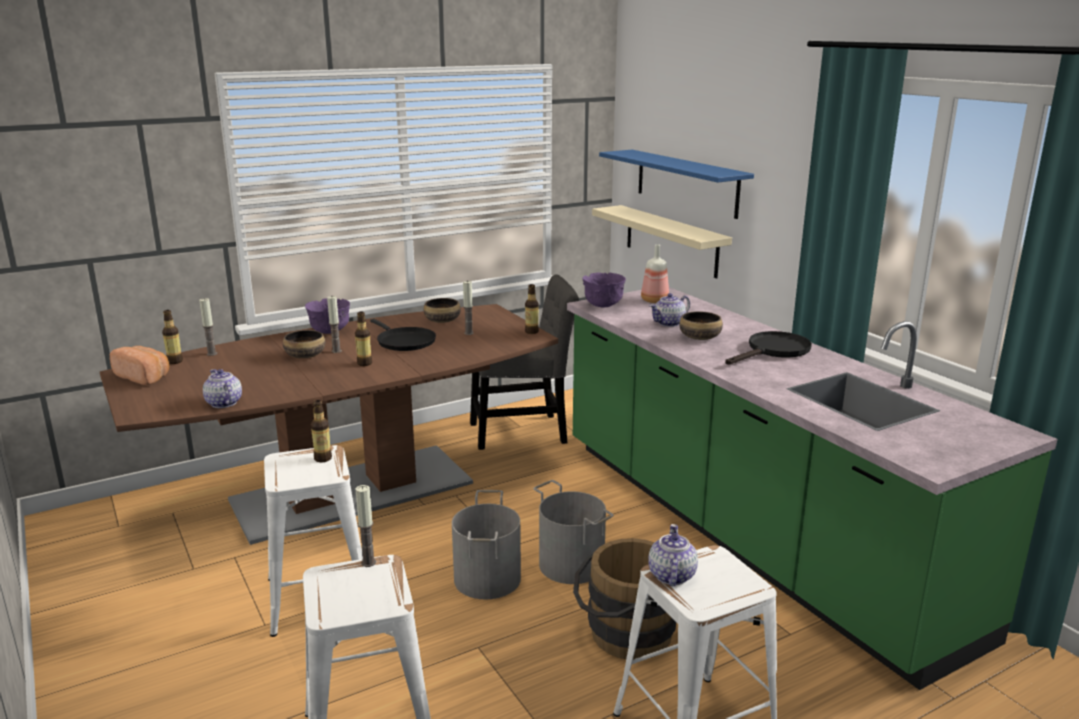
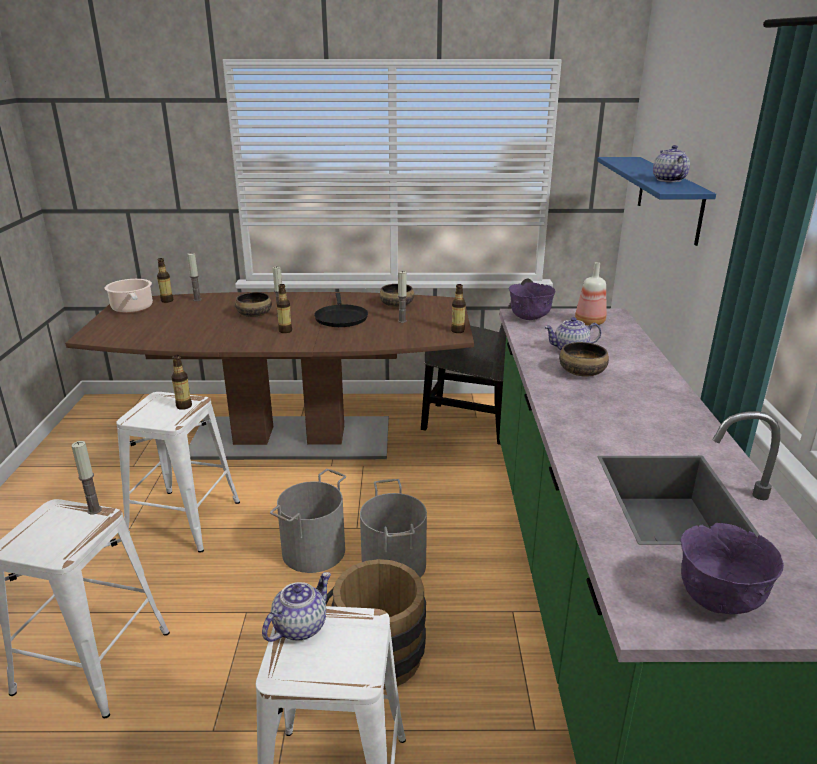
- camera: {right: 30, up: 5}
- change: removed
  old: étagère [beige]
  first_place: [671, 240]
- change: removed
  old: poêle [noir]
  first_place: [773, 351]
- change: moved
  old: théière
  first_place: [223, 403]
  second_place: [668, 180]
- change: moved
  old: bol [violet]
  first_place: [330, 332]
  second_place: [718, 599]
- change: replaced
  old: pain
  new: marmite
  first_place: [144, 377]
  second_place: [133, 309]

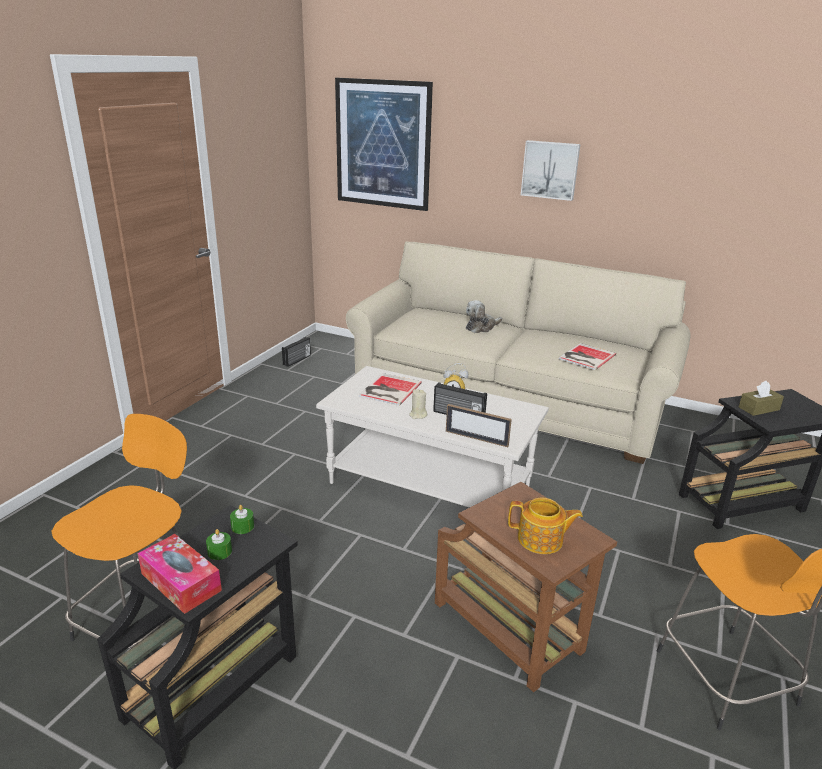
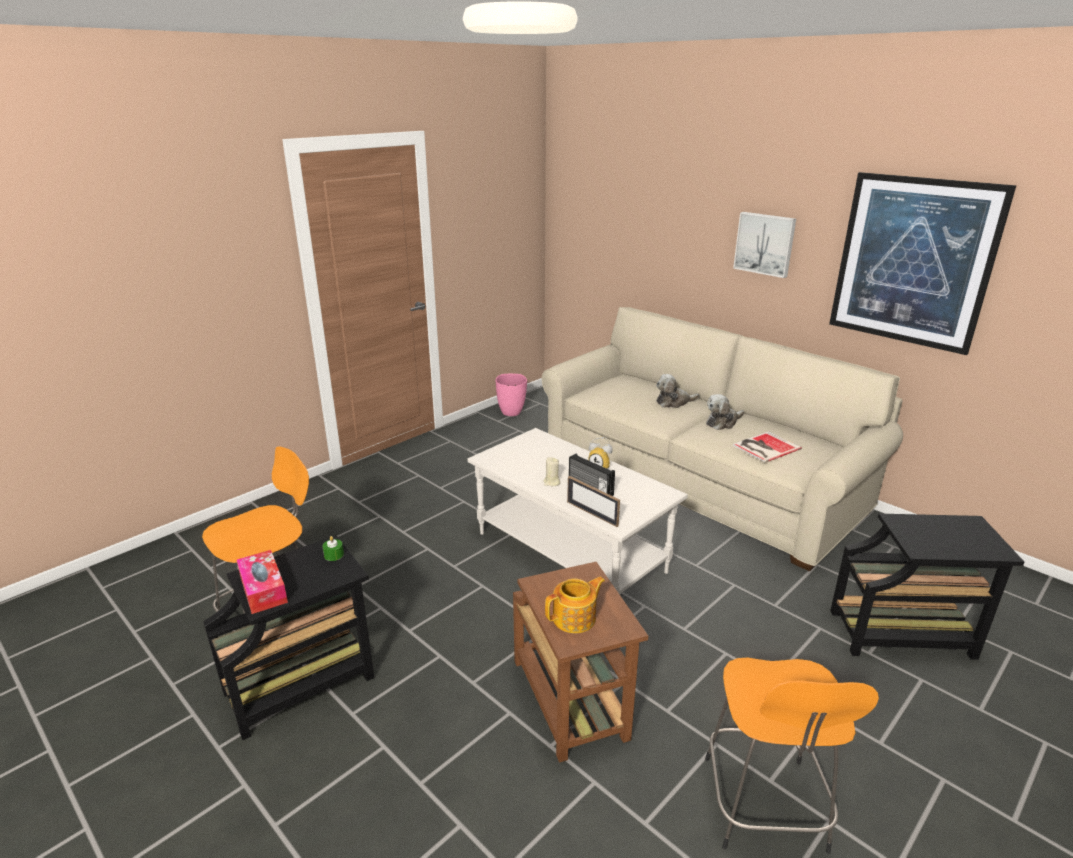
- camera: {right: 20, up: 0}
- change: removed
  old: bougie [vert]
  first_place: [219, 552]
- change: removed
  old: livre
  first_place: [388, 390]
- change: removed
  old: boîte à mouchoirs [marron]
  first_place: [759, 408]
- change: added
  new: peluche
  second_place: [722, 422]
- change: moved
  old: tableau
  first_place: [383, 144]
  second_place: [913, 262]
- change: replaced
  old: radio
  new: vase [rose]
  first_place: [297, 360]
  second_place: [511, 412]
- change: turned
  old: théière
  first_place: [541, 540]
  second_place: [575, 618]
  degrees: -60

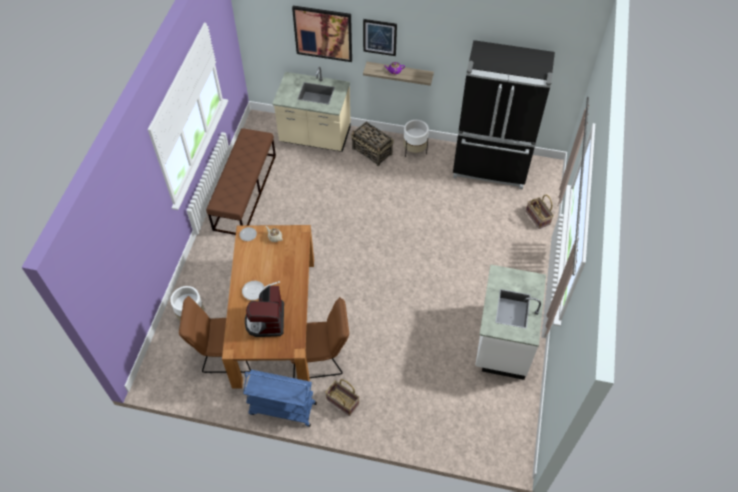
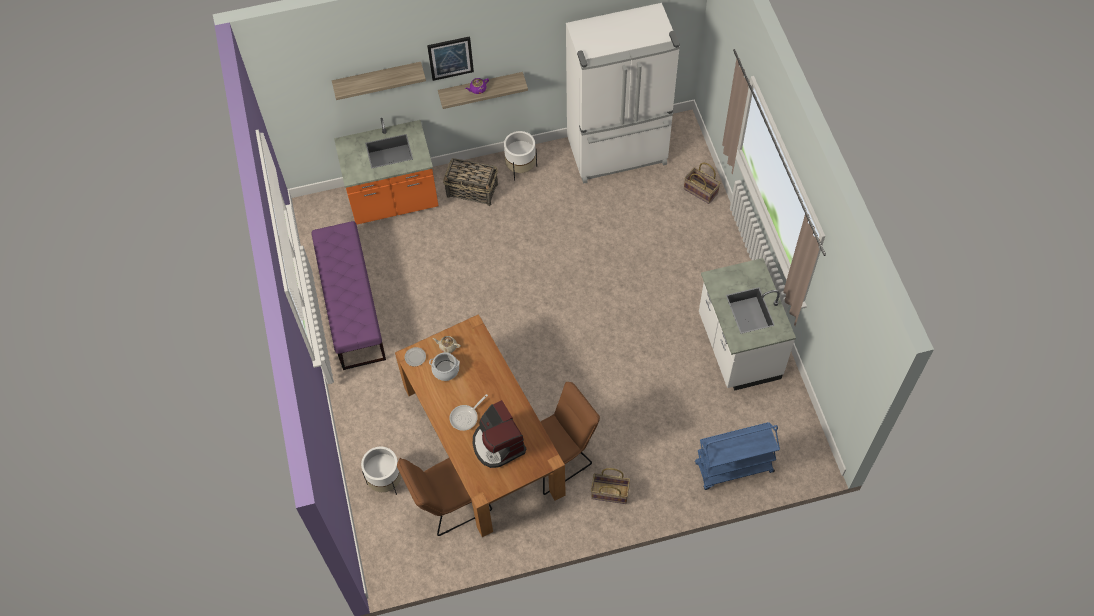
- camera: {right: -25, up: 5}
- change: added
  new: marmite
  second_place: [445, 370]
- change: moved
  old: chariot [bleu]
  first_place: [282, 409]
  second_place: [733, 468]
- change: replaced
  old: tableau
  new: étagère
  first_place: [323, 33]
  second_place: [378, 78]
- change: recoloured
  old: banc [marron]
  new: banc [violet]
  first_place: [245, 191]
  second_place: [352, 305]
- change: recoloured
  old: comptoir de cuisine [beige]
  new: comptoir de cuisine [orange]
  first_place: [315, 137]
  second_place: [393, 200]
- change: recoloured
  old: réfrigérateur [noir]
  new: réfrigérateur [blanc]
  first_place: [490, 168]
  second_place: [618, 153]

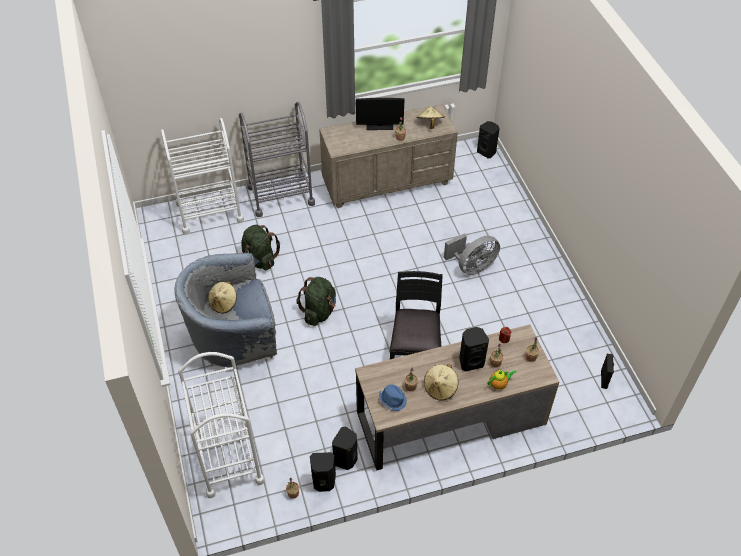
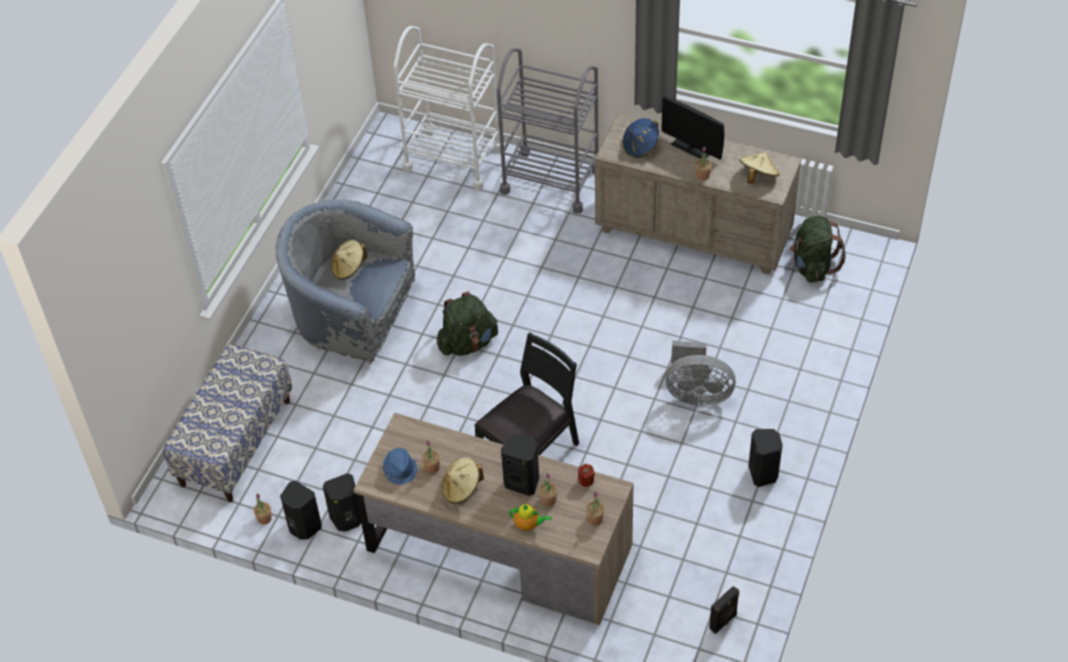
- camera: {right: 40, up: 0}
- change: added
  new: chapeau [bleu]
  second_place: [640, 147]
- change: moved
  old: sac à dos [vert]
  first_place: [260, 259]
  second_place: [813, 266]
- change: moved
  old: enceinte [noir]
  first_place: [487, 152]
  second_place: [763, 474]
- change: replaced
  old: chariot [blanc]
  new: banc
  first_place: [229, 458]
  second_place: [235, 442]

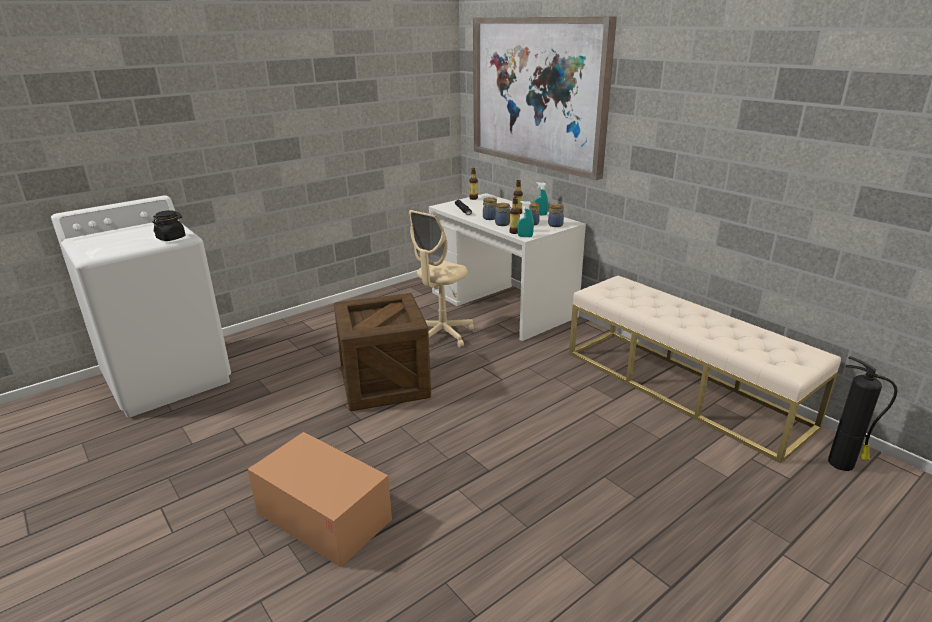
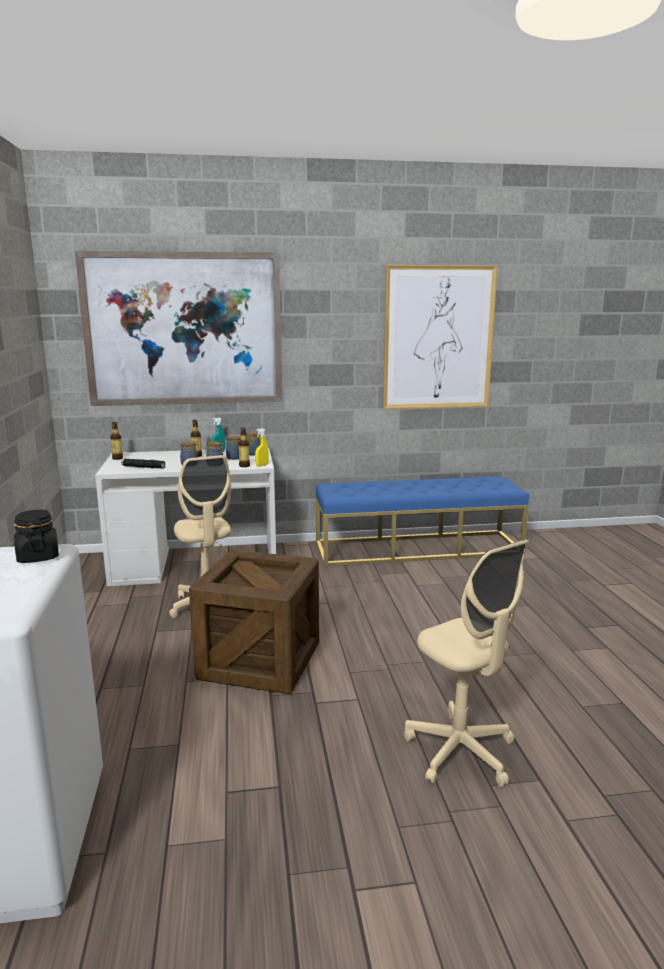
- camera: {right: -60, up: -10}
- change: removed
  old: extincteur
  first_place: [842, 464]
- change: added
  new: tableau
  second_place: [438, 338]
- change: replaced
  old: carton
  new: chaise de bureau [beige]
  first_place: [323, 516]
  second_place: [460, 752]
- change: recoloured
  old: vaporisateur [turquoise]
  new: vaporisateur [jaune]
  first_place: [525, 236]
  second_place: [262, 465]
- change: recoloured
  old: banc [beige]
  new: banc [bleu]
  first_place: [682, 387]
  second_place: [418, 548]

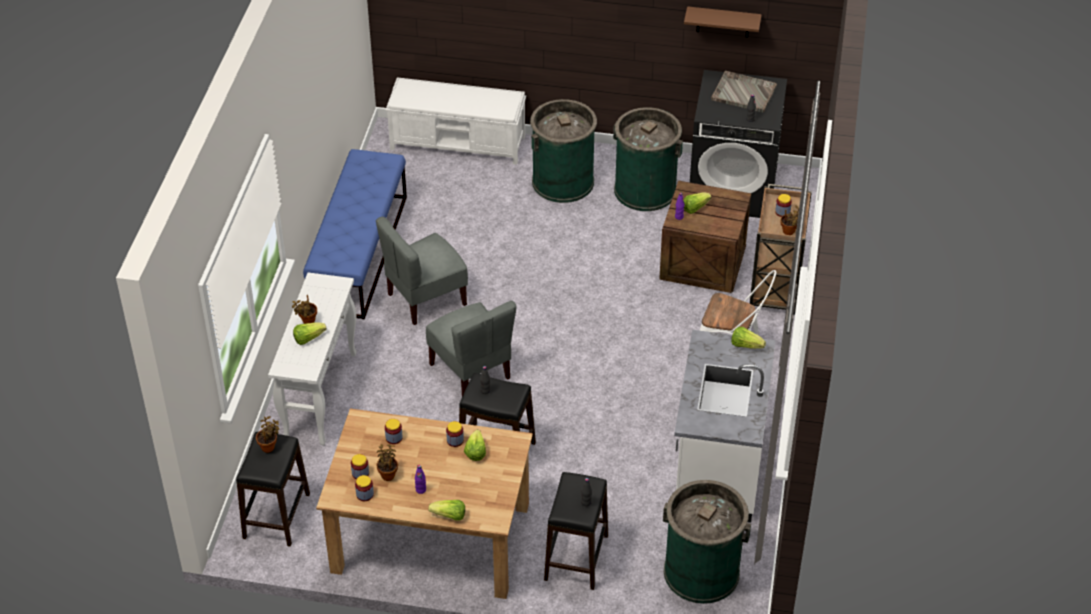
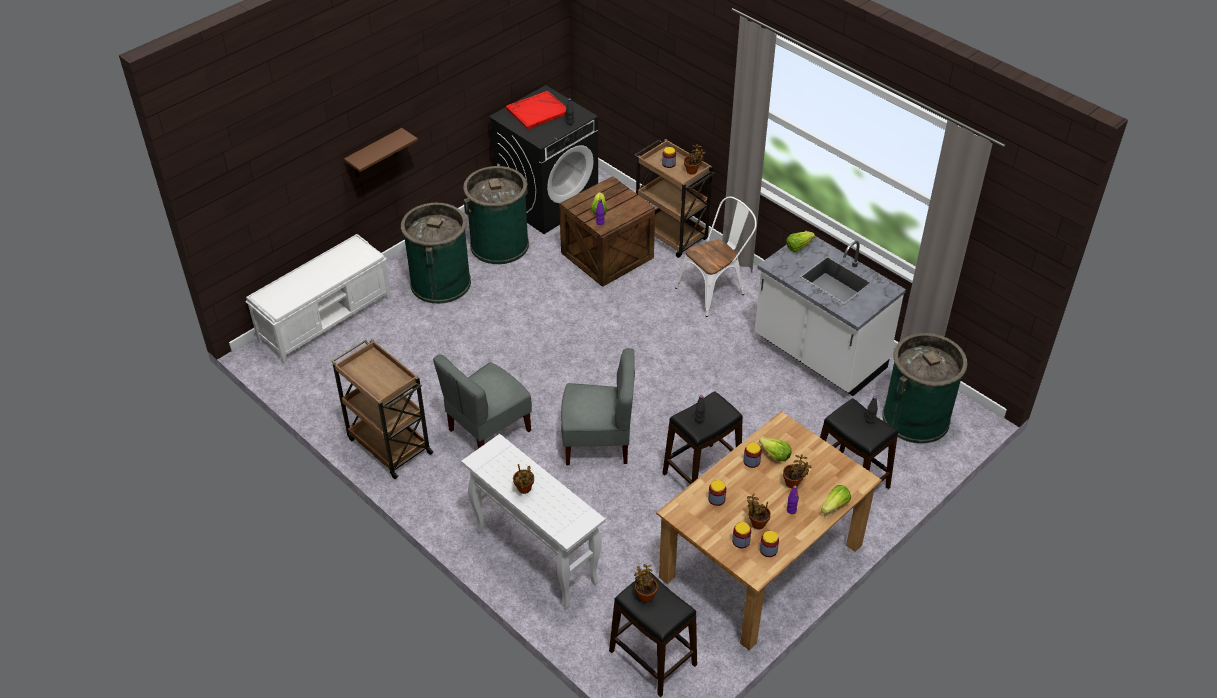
- camera: {right: -55, up: 0}
- change: removed
  old: laitue
  first_place: [308, 338]
- change: added
  new: plante en pot
  second_place: [793, 483]
- change: moved
  old: étagère [marron]
  first_place: [723, 22]
  second_place: [374, 154]
- change: replaced
  old: banc [bleu]
  new: chariot [marron]
  first_place: [359, 252]
  second_place: [388, 445]
- change: recoloured
  old: plateau [gris]
  new: plateau [rouge]
  first_place: [743, 93]
  second_place: [537, 111]
- change: turned
  old: chaise [gris]
  first_place: [426, 299]
  second_place: [488, 430]
  degrees: 45

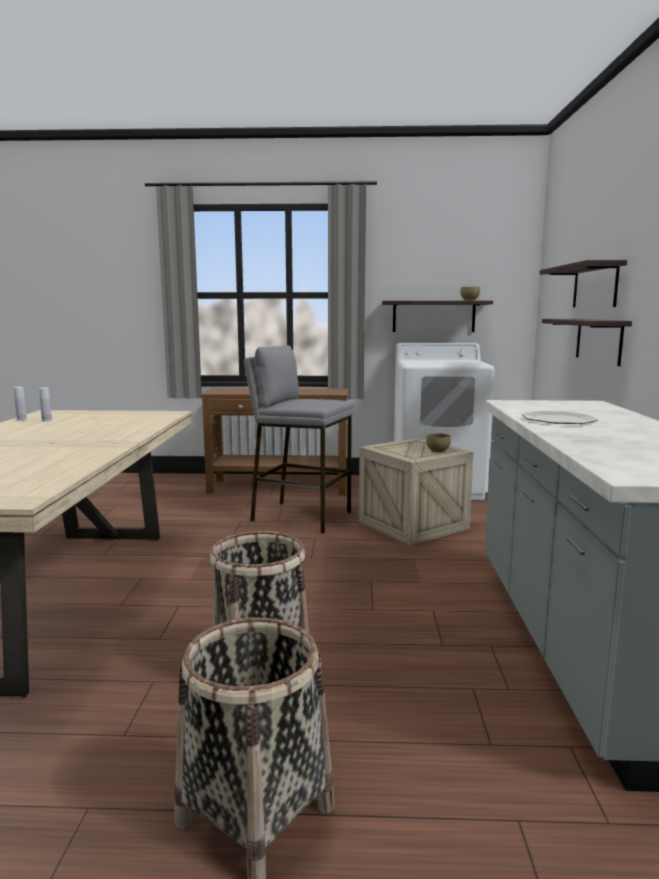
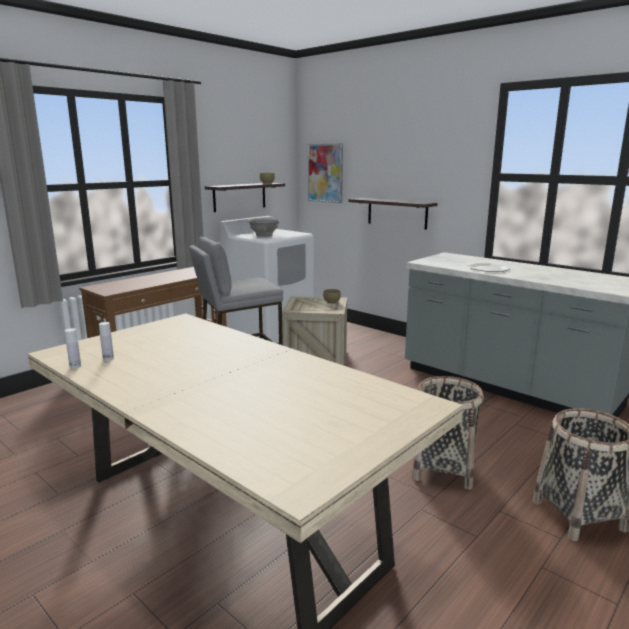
- camera: {right: -50, up: 5}
- change: removed
  old: étagère
  first_place: [595, 286]
- change: added
  new: bol [gris]
  second_place: [264, 235]
- change: added
  new: tableau
  second_place: [325, 173]

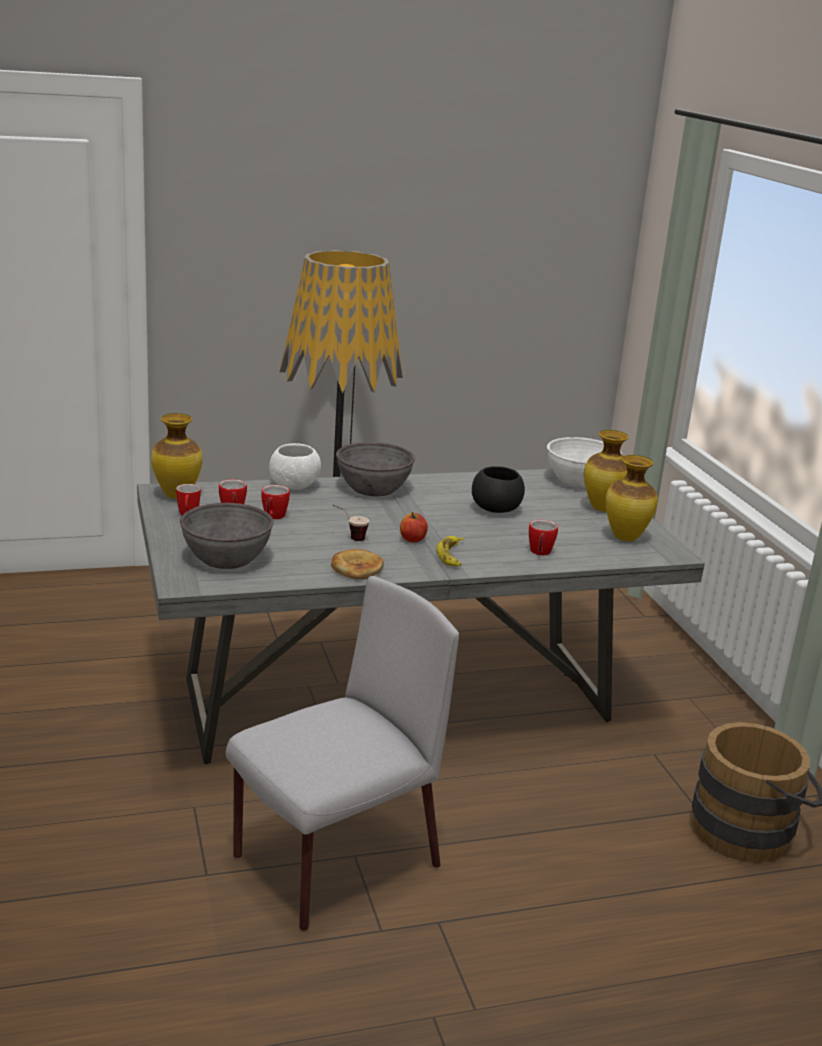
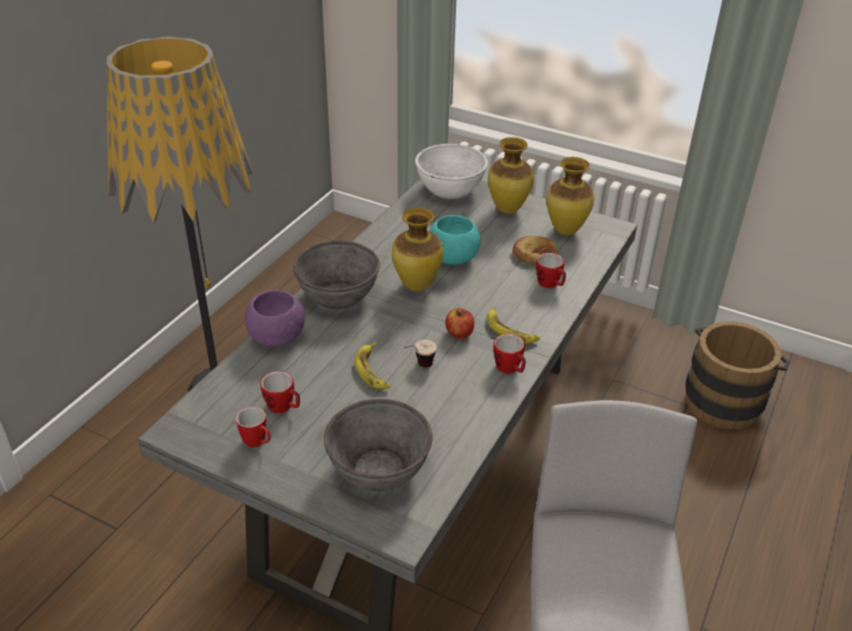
- camera: {right: -45, up: 15}
- change: added
  new: banane
  second_place: [373, 370]
- change: moved
  old: vase
  first_place: [176, 495]
  second_place: [416, 285]
- change: moved
  old: mug
  first_place: [273, 517]
  second_place: [510, 369]
- change: moved
  old: pain
  first_place: [356, 568]
  second_place: [535, 254]
- change: recoloured
  old: bol [blanc]
  new: bol [violet]
  first_place: [295, 486]
  second_place: [277, 336]
- change: recoloured
  old: bol [noir]
  new: bol [turquoise]
  first_place: [495, 509]
  second_place: [452, 258]

